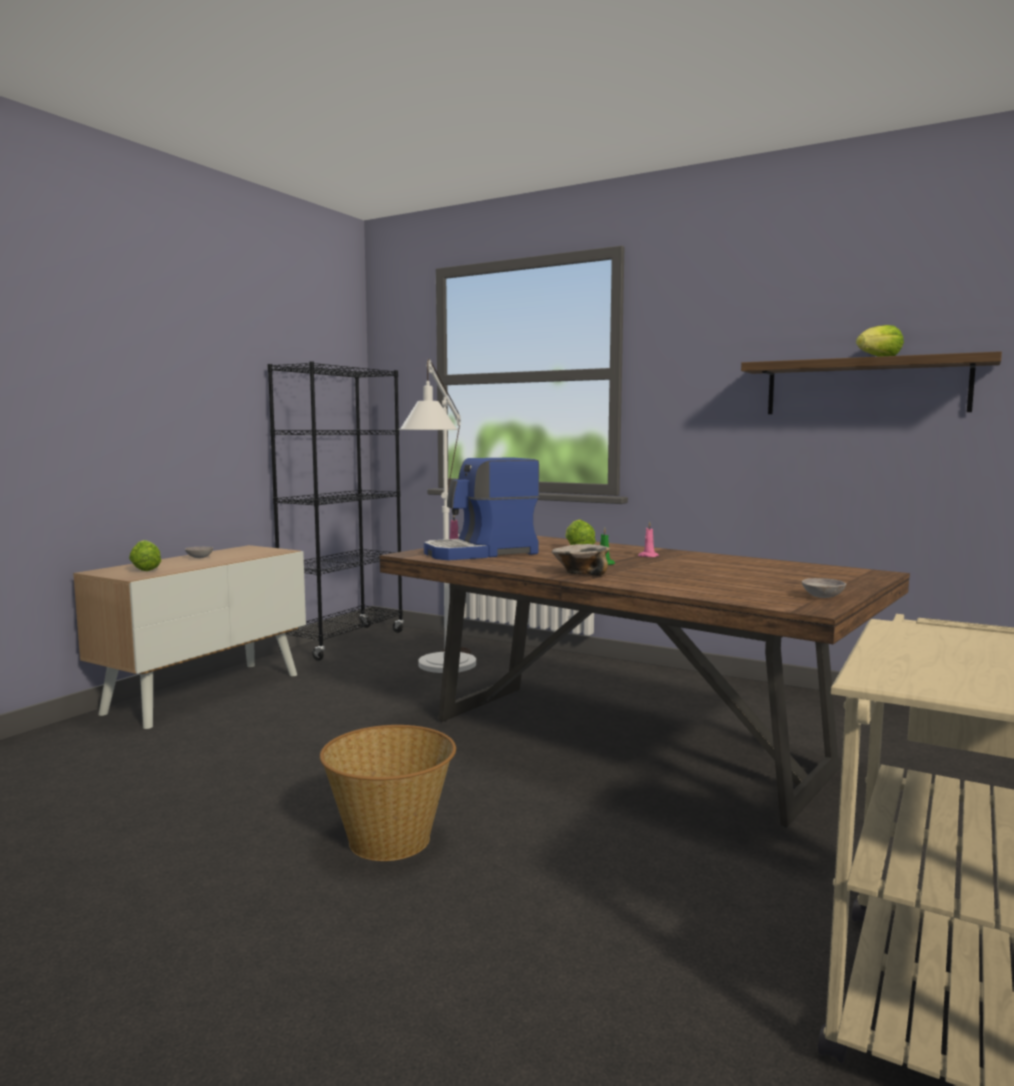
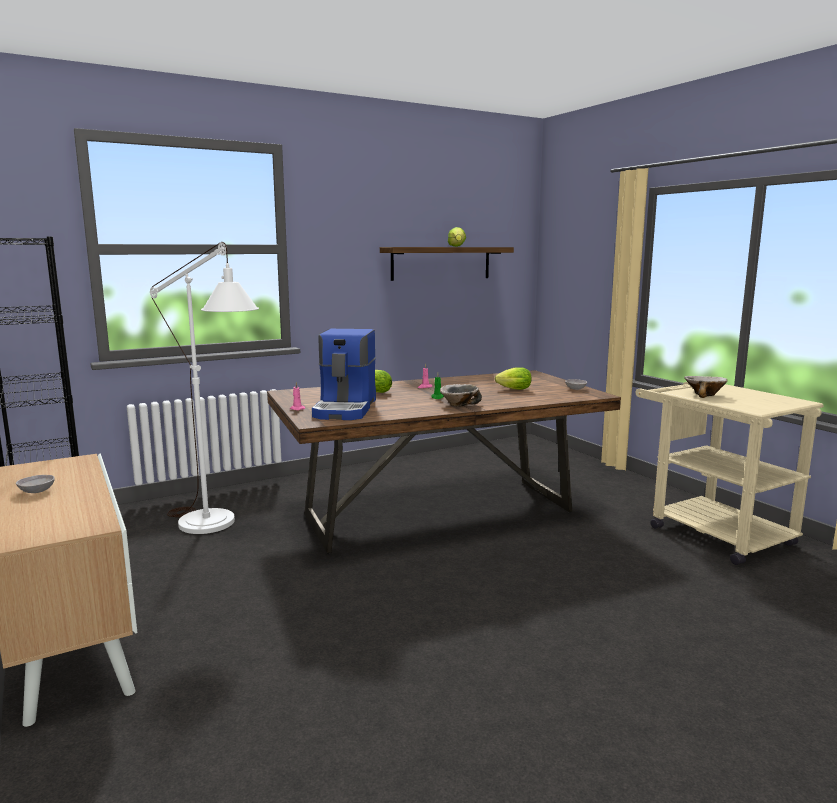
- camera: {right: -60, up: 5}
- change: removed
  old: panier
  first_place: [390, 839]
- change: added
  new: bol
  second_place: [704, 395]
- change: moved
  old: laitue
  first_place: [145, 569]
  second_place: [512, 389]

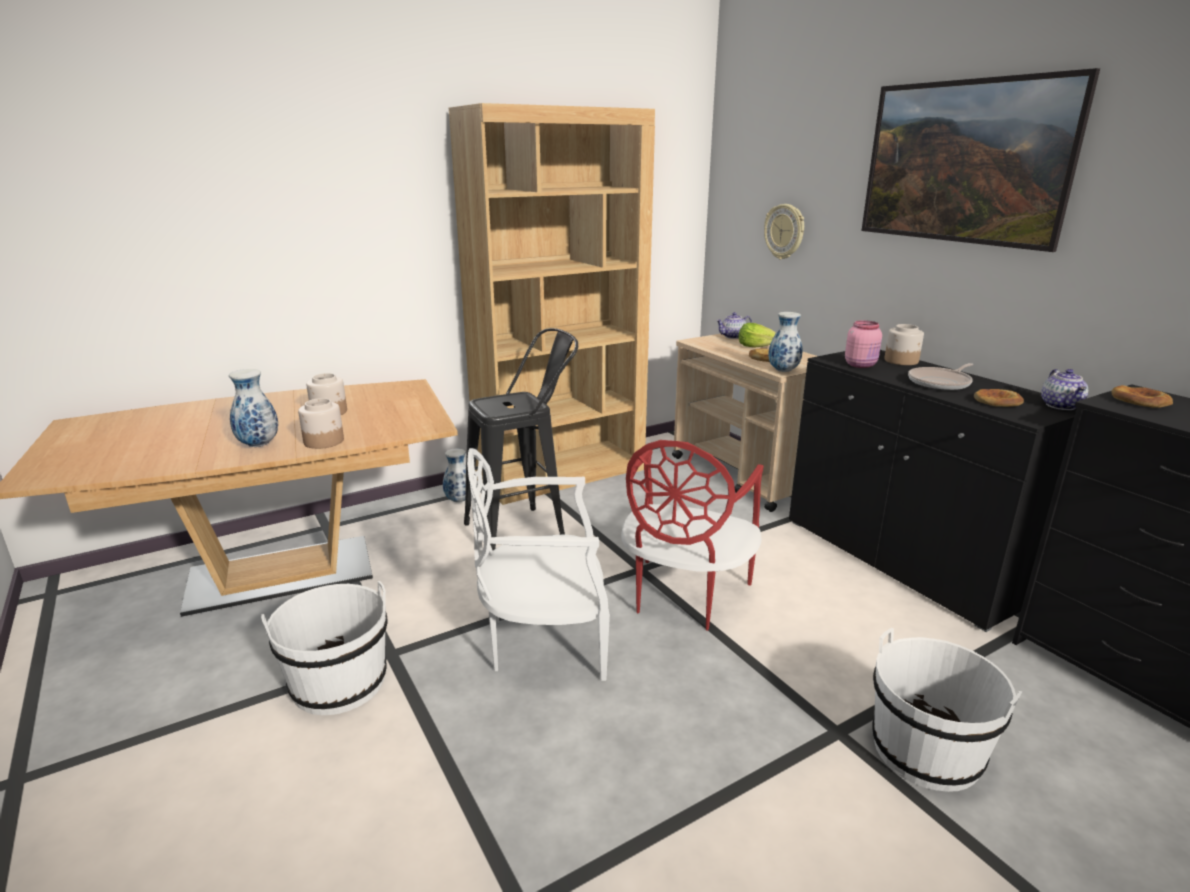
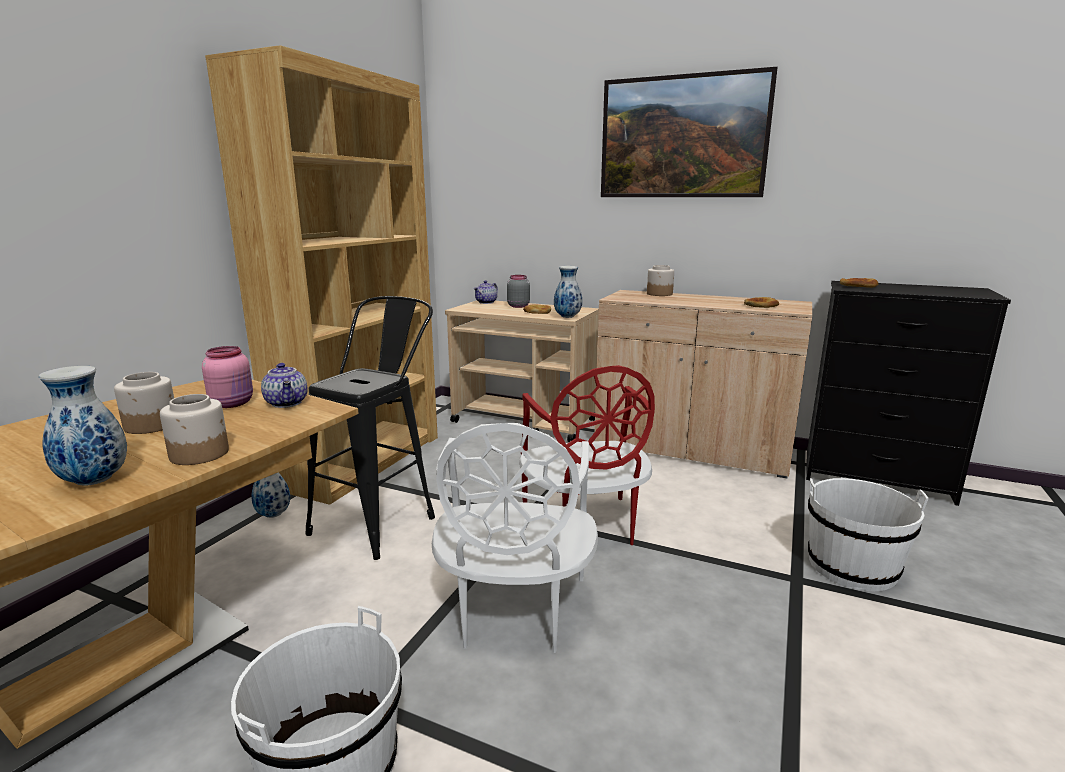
- camera: {right: -35, up: -5}
- change: removed
  old: horloge murale
  first_place: [784, 231]
- change: removed
  old: poêle
  first_place: [941, 383]
- change: moved
  old: bocal [rose]
  first_place: [861, 365]
  second_place: [233, 403]
- change: moved
  old: théière
  first_place: [1061, 406]
  second_place: [288, 403]
- change: replaced
  old: laitue
  new: bocal [gris]
  first_place: [757, 347]
  second_place: [518, 306]
- change: recoloured
  old: meuble de rangement [noir]
  new: meuble de rangement [beige]
  first_place: [903, 559]
  second_place: [691, 449]
- change: turned
  old: chaise [blanc]
  first_place: [544, 641]
  second_place: [514, 611]
  degrees: -45

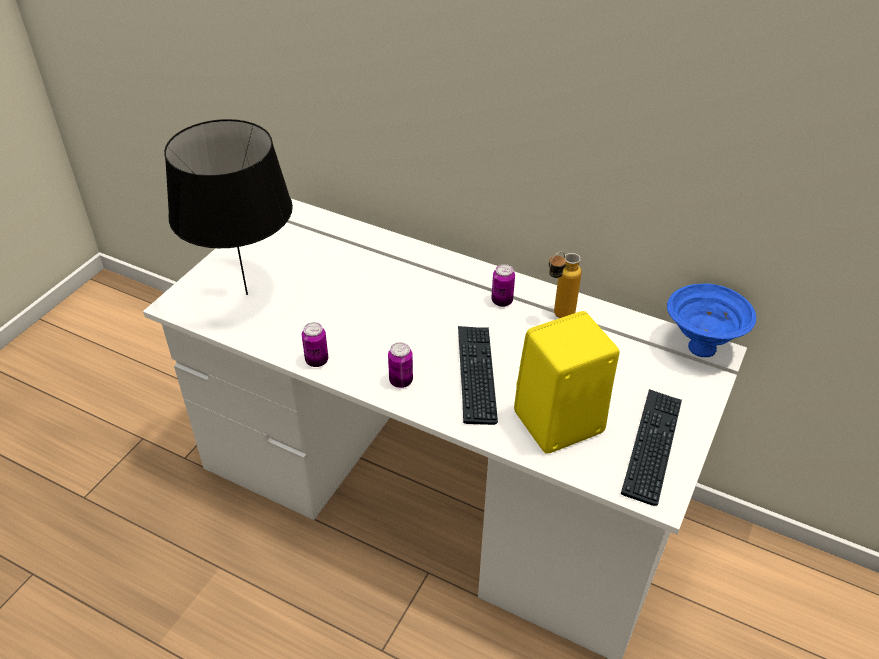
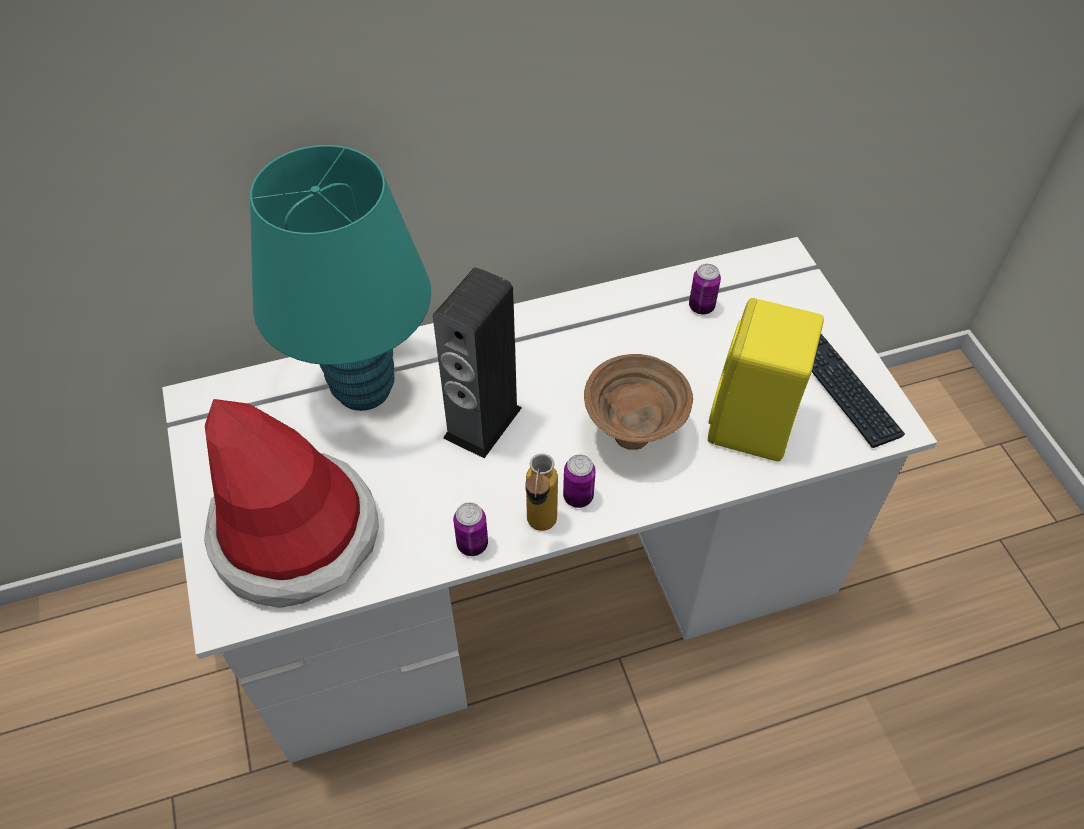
- camera: {right: -45, up: 10}
- change: removed
  old: bol [bleu]
  first_place: [699, 348]
- change: added
  new: lampe de table [turquoise]
  second_place: [363, 389]
- change: added
  new: enceinte
  second_place: [482, 422]
- change: moved
  old: boîte métallique
  first_place: [502, 301]
  second_place: [701, 307]
- change: moved
  old: bouteille
  first_place: [557, 317]
  second_place: [540, 530]
- change: replaced
  old: lampe de table [noir]
  new: chapeau
  first_place: [246, 294]
  second_place: [296, 534]
- change: replaced
  old: clavier
  new: bol [marron]
  first_place: [476, 374]
  second_place: [633, 434]

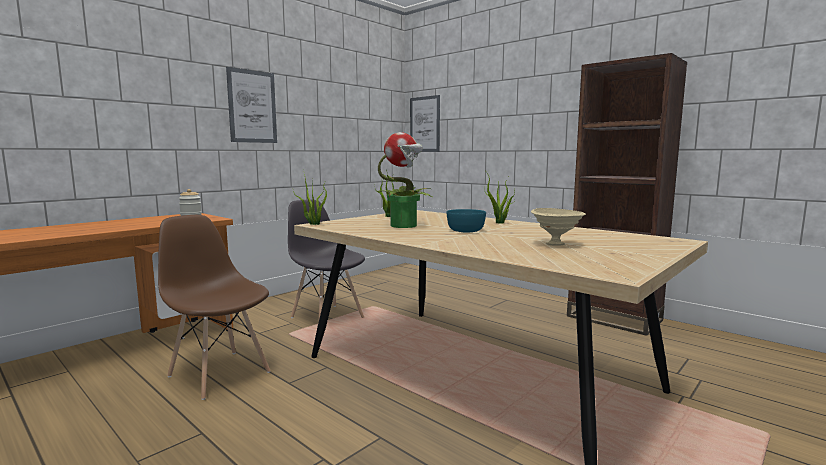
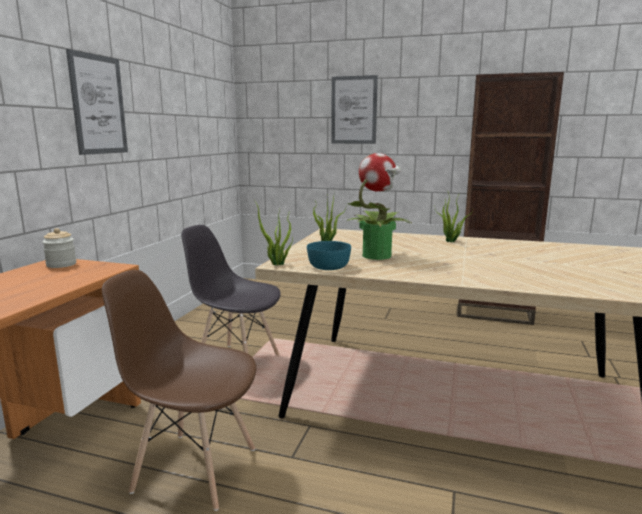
- camera: {right: -25, up: 5}
- change: removed
  old: bol [beige]
  first_place: [556, 244]
- change: moved
  old: tableau
  first_place: [425, 124]
  second_place: [354, 110]
- change: moved
  old: bol [turquoise]
  first_place: [465, 230]
  second_place: [328, 266]

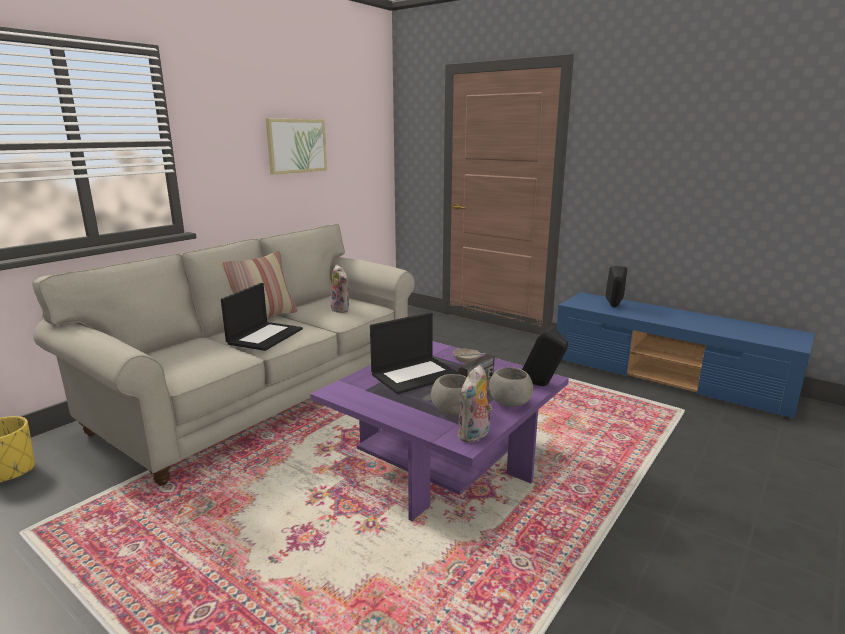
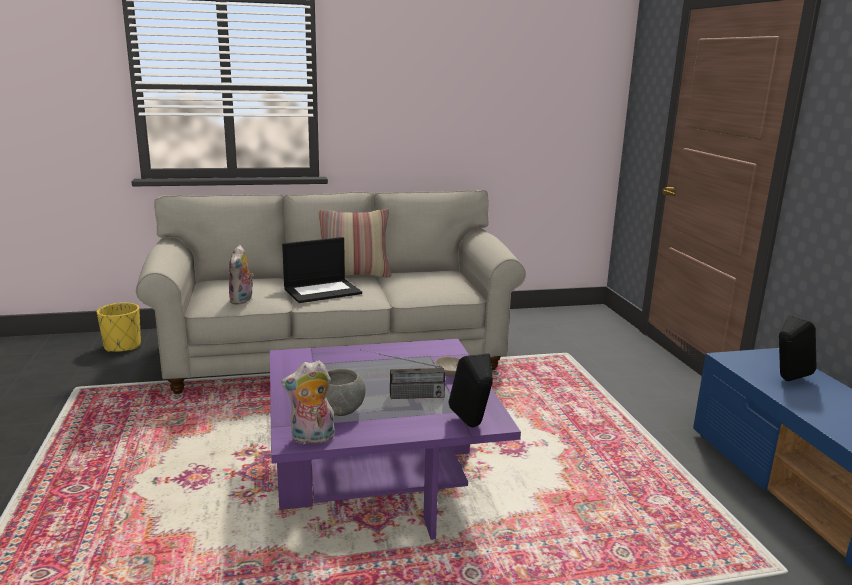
- camera: {right: 40, up: 0}
- change: removed
  old: tableau
  first_place: [296, 146]
- change: removed
  old: ordinateur portable
  first_place: [415, 374]
- change: removed
  old: bol [gris]
  first_place: [509, 403]
- change: moved
  old: peluche
  first_place: [342, 309]
  second_place: [242, 300]

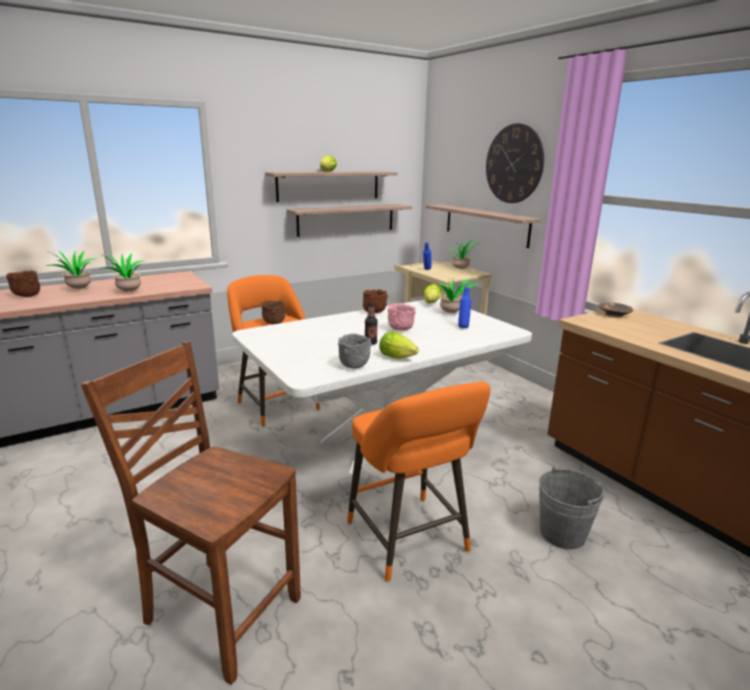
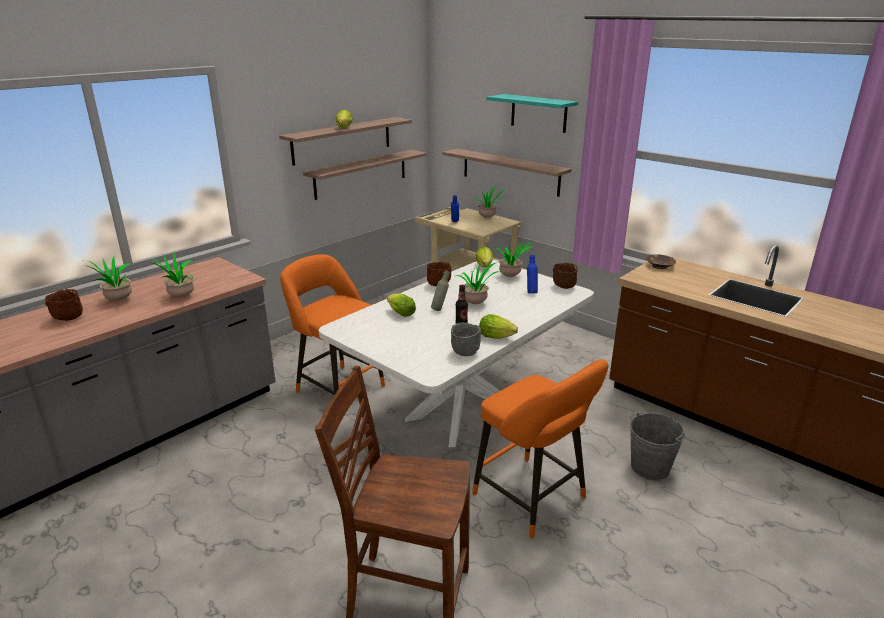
- camera: {right: -15, up: 5}
- change: added
  new: laitue
  second_place: [400, 313]
- change: added
  new: bouteille [gris]
  second_place: [440, 309]
- change: moved
  old: bol [marron]
  first_place: [274, 323]
  second_place: [564, 286]
- change: replaced
  old: bol [rose]
  new: plante en pot
  first_place: [400, 329]
  second_place: [477, 303]
- change: replaced
  old: horloge murale
  new: étagère [turquoise]
  first_place: [514, 164]
  second_place: [538, 113]

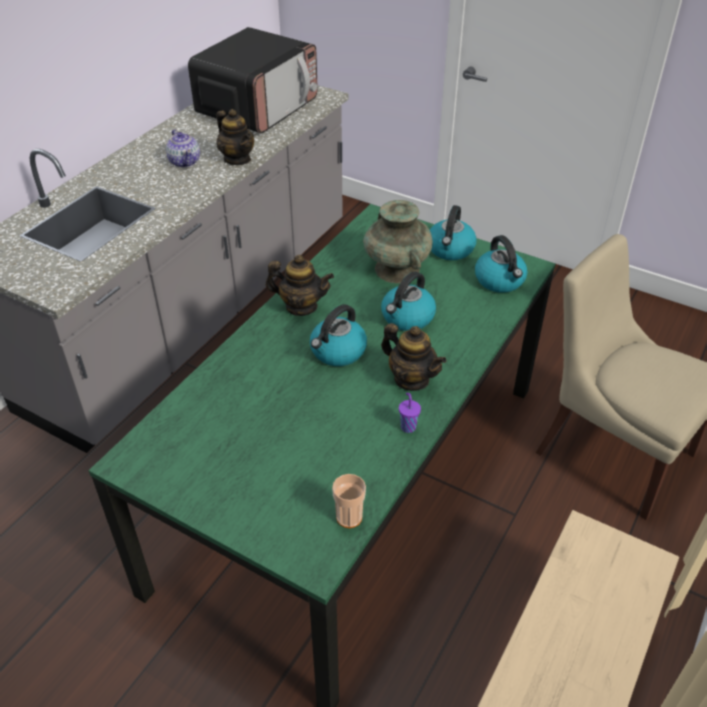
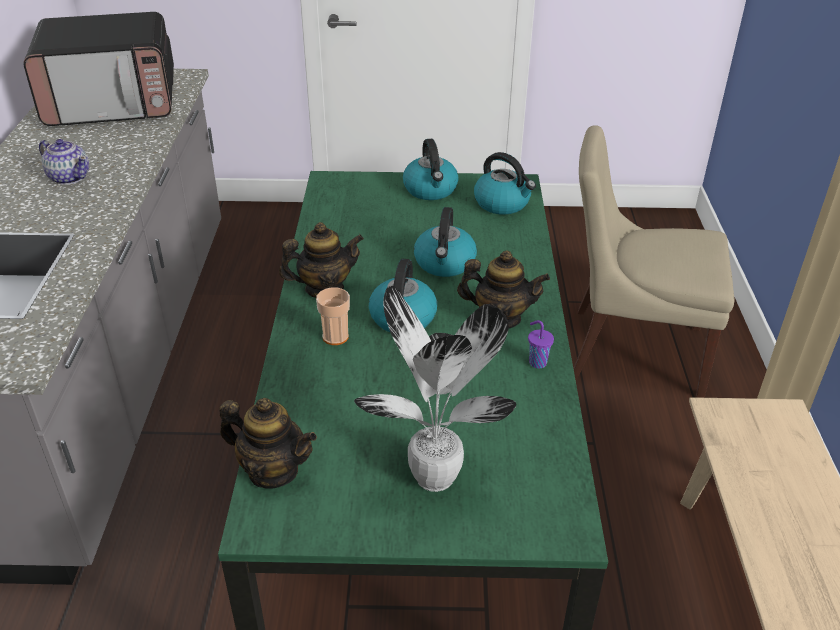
- camera: {right: -30, up: -5}
- change: removed
  old: vase [turquoise]
  first_place: [397, 269]
- change: added
  new: plante en pot
  second_place: [434, 481]
- change: moved
  old: théière
  first_place: [237, 159]
  second_place: [273, 471]
- change: moved
  old: tasse
  first_place: [349, 517]
  second_place: [335, 337]
- change: turned
  old: micro-ondes
  first_place: [258, 107]
  second_place: [113, 104]
  degrees: 75

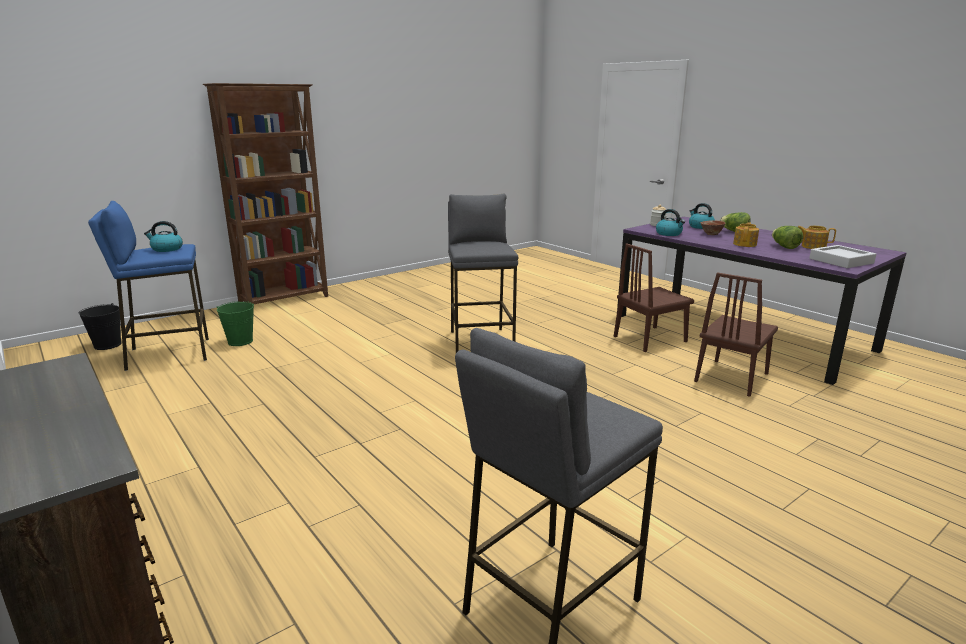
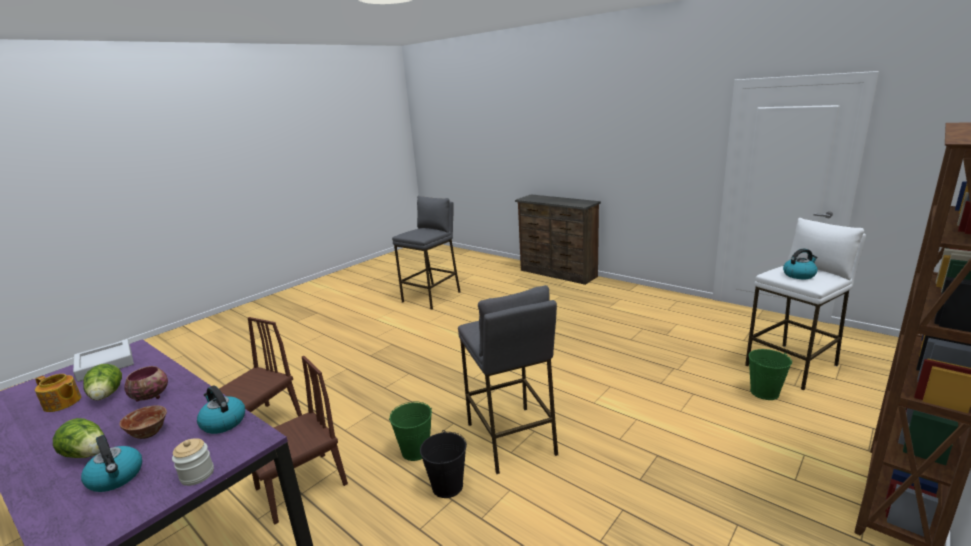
- camera: {right: 170, up: 0}
- change: added
  new: seau [vert]
  second_place: [416, 451]
- change: moved
  old: seau [noir]
  first_place: [108, 345]
  second_place: [447, 486]
- change: replaced
  old: théière
  new: bol
  first_place: [745, 244]
  second_place: [151, 396]
- change: recoloured
  old: tabouret [bleu]
  new: tabouret [blanc]
  first_place: [168, 354]
  second_place: [792, 365]

